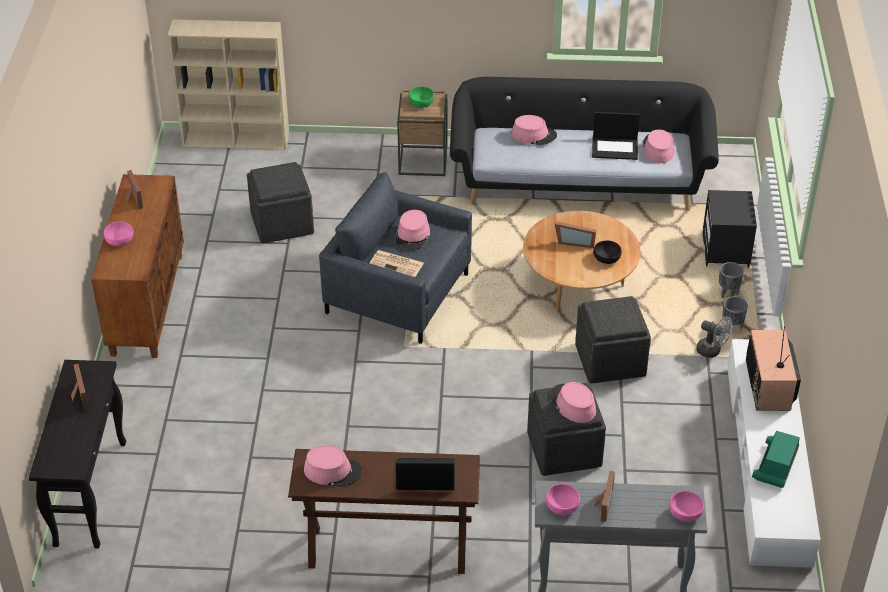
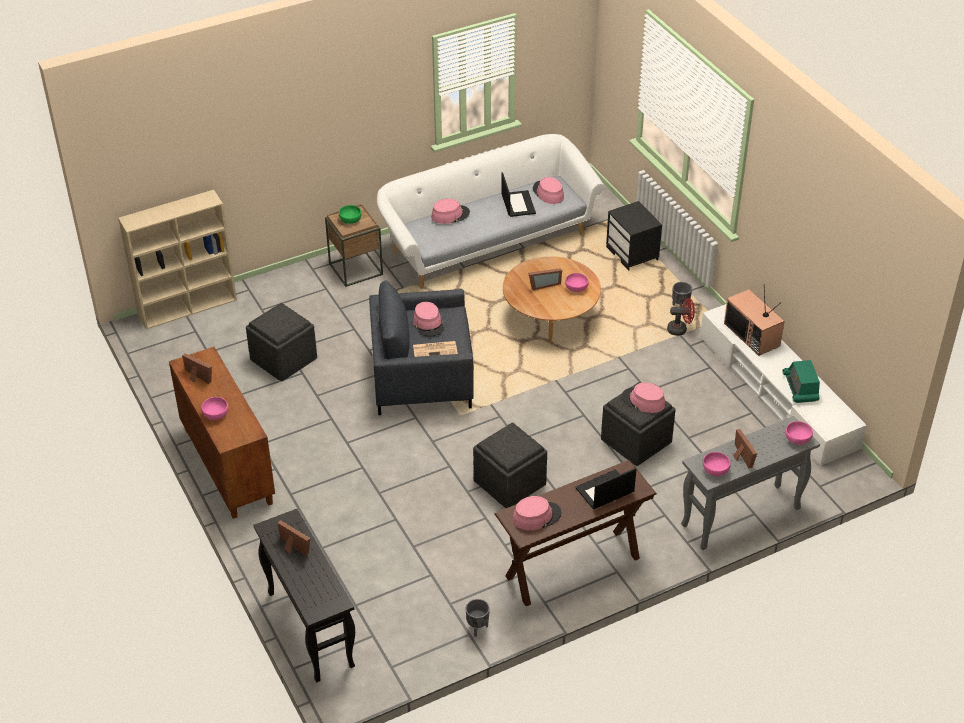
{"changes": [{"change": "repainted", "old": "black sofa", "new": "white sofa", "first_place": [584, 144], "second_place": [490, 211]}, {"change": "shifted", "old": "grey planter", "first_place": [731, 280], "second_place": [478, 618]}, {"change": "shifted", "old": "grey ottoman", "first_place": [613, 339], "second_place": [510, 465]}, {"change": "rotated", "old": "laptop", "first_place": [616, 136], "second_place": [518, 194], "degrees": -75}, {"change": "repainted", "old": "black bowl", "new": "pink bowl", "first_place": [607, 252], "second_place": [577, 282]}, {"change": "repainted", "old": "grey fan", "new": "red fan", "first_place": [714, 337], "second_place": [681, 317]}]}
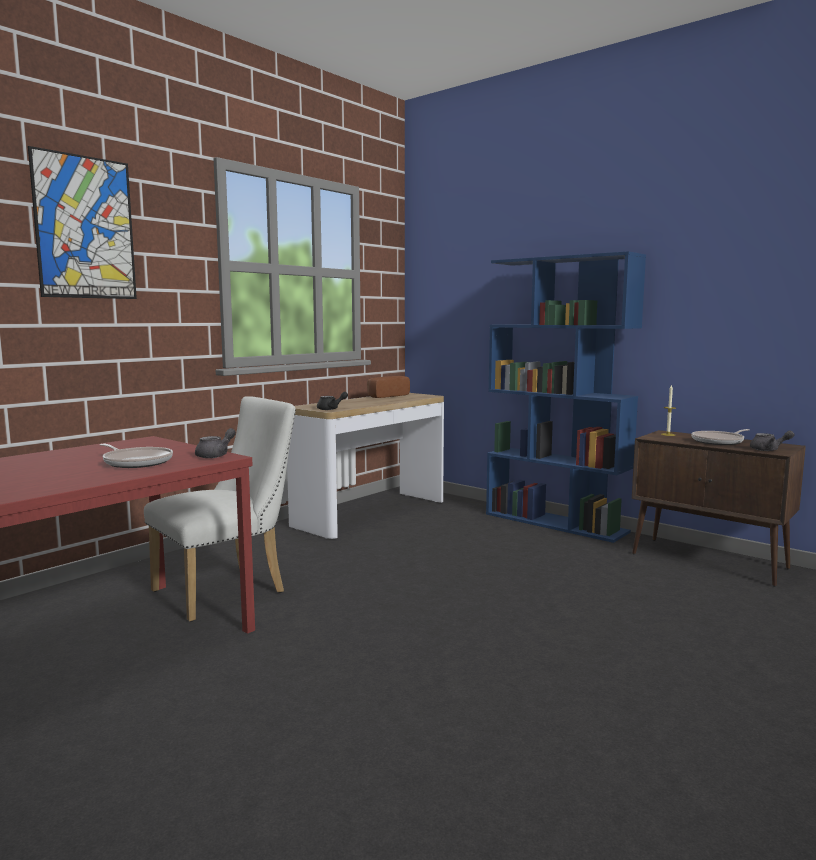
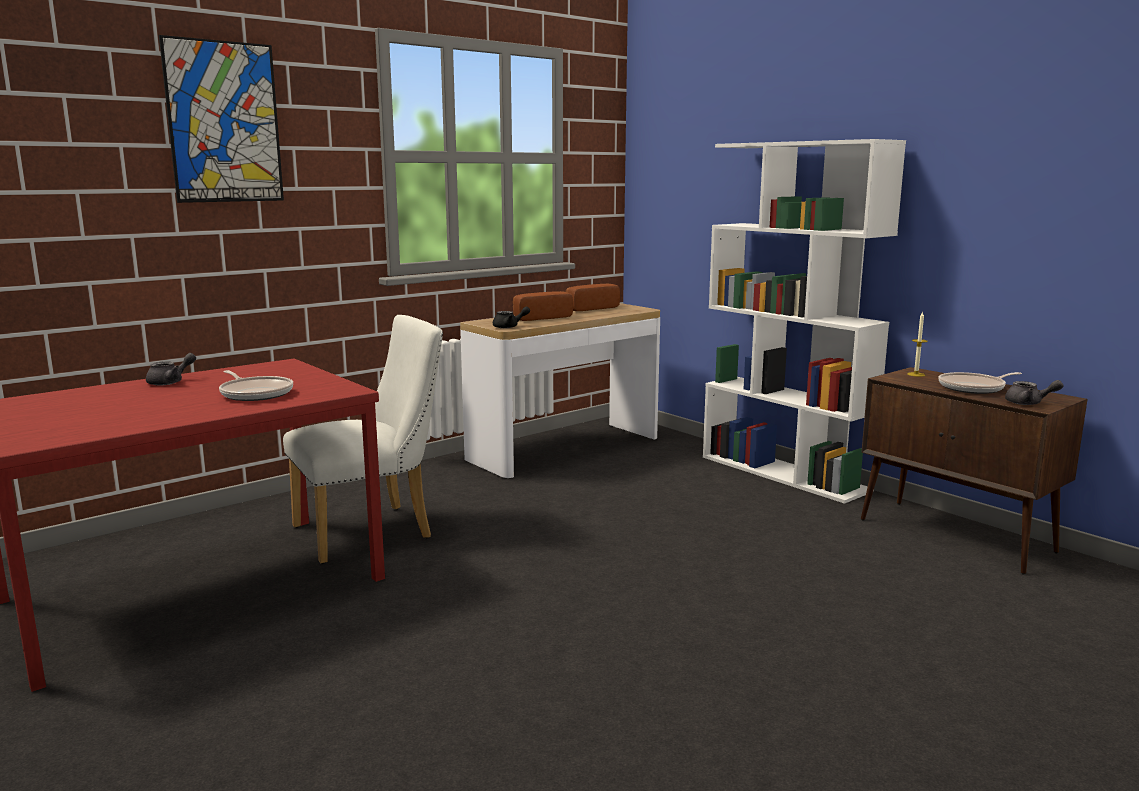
{"changes": [{"change": "shifted", "old": "grey teapot", "first_place": [215, 443], "second_place": [171, 369]}, {"change": "new", "new": "bread", "second_place": [543, 306]}, {"change": "repainted", "old": "blue bookcase", "new": "white bookcase", "first_place": [566, 397], "second_place": [804, 321]}]}
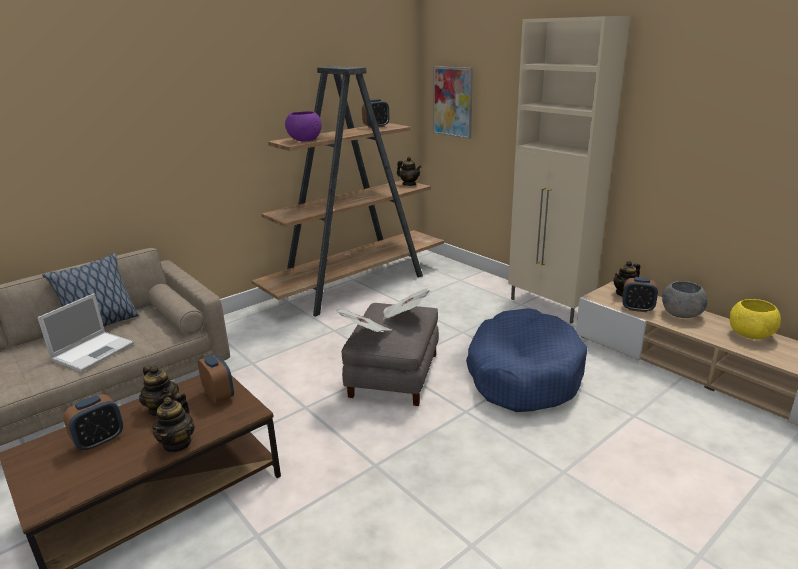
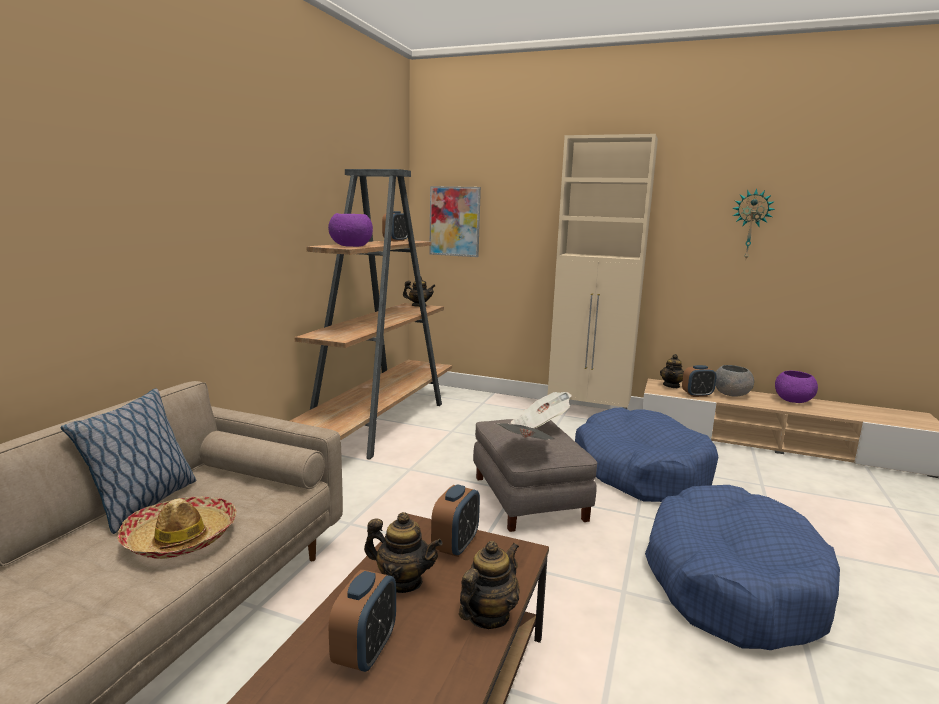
{"changes": [{"change": "swapped", "old": "laptop", "new": "hat", "first_place": [86, 332], "second_place": [177, 527]}, {"change": "rotated", "old": "alarm clock", "first_place": [216, 379], "second_place": [455, 520], "degrees": 90}, {"change": "rotated", "old": "teapot", "first_place": [173, 422], "second_place": [489, 585], "degrees": -120}, {"change": "new", "new": "blue dog bed", "second_place": [742, 567]}, {"change": "new", "new": "wall clock", "second_place": [753, 223]}, {"change": "repainted", "old": "yellow bowl", "new": "purple bowl", "first_place": [755, 319], "second_place": [796, 387]}]}
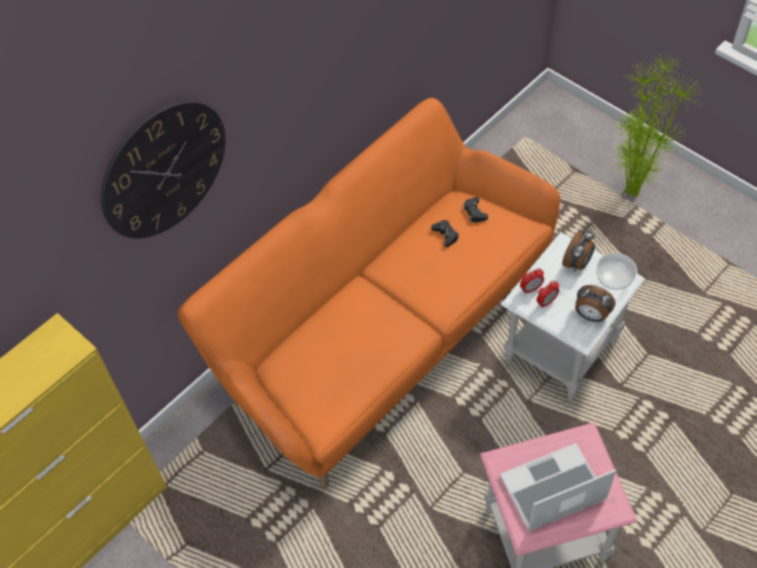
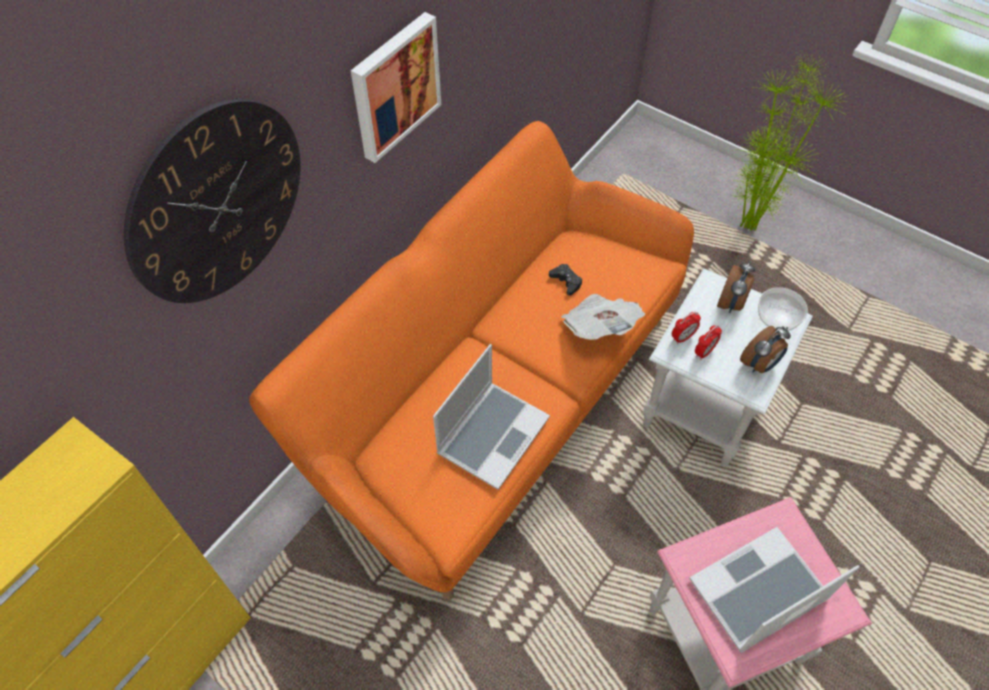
{"changes": [{"change": "new", "new": "picture", "second_place": [396, 87]}, {"change": "new", "new": "laptop", "second_place": [491, 417]}, {"change": "new", "new": "newspaper", "second_place": [603, 317]}, {"change": "rotated", "old": "alarm clock", "first_place": [595, 303], "second_place": [765, 349], "degrees": -60}, {"change": "gone", "old": "black game controller", "first_place": [475, 210]}]}
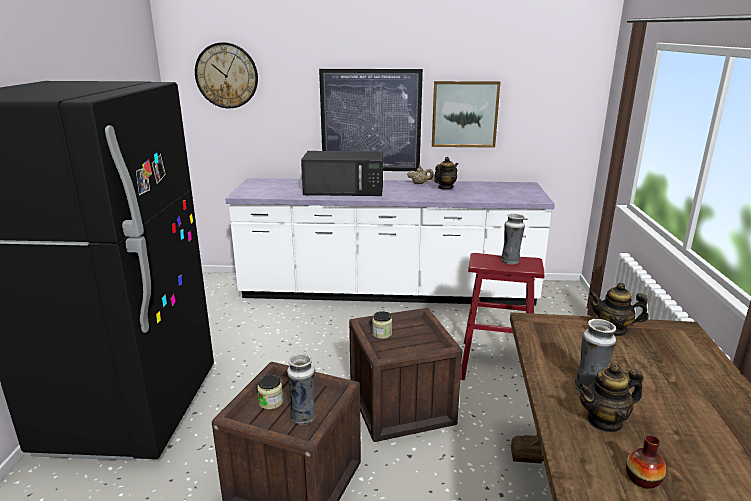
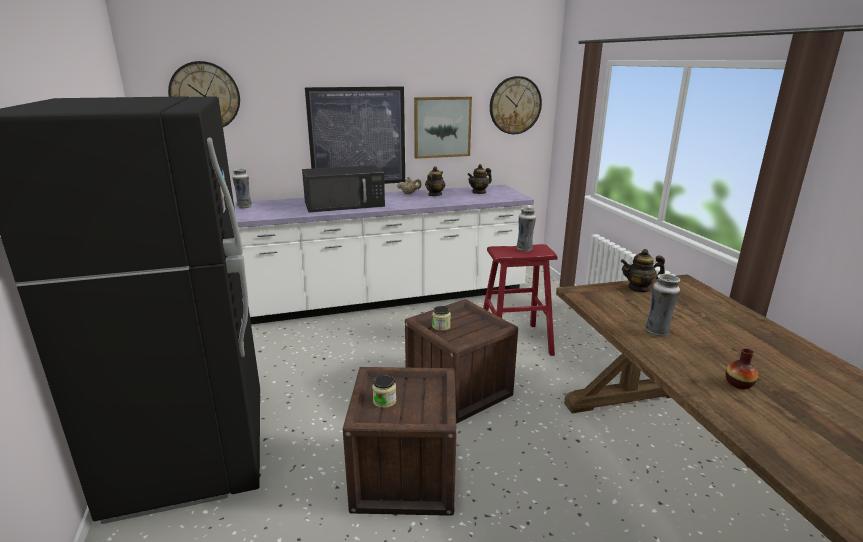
{"changes": [{"change": "shifted", "old": "vase", "first_place": [301, 389], "second_place": [242, 188]}, {"change": "shifted", "old": "teapot", "first_place": [611, 398], "second_place": [479, 179]}, {"change": "new", "new": "wall clock", "second_place": [516, 105]}]}
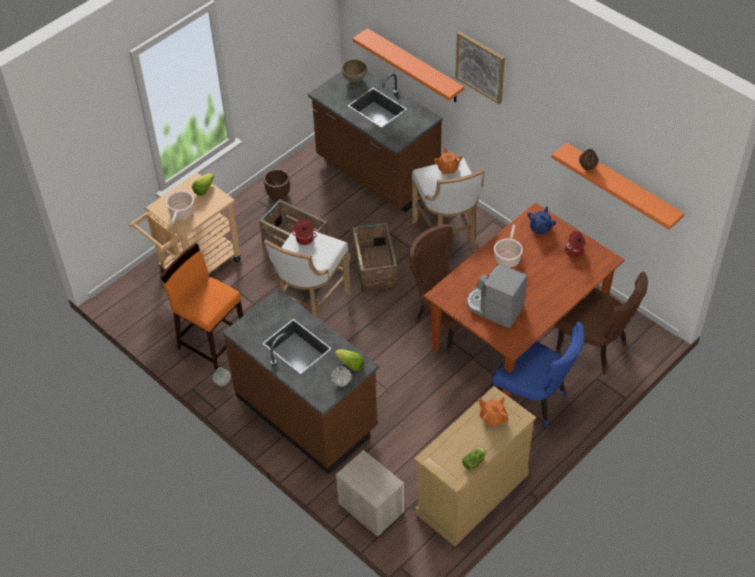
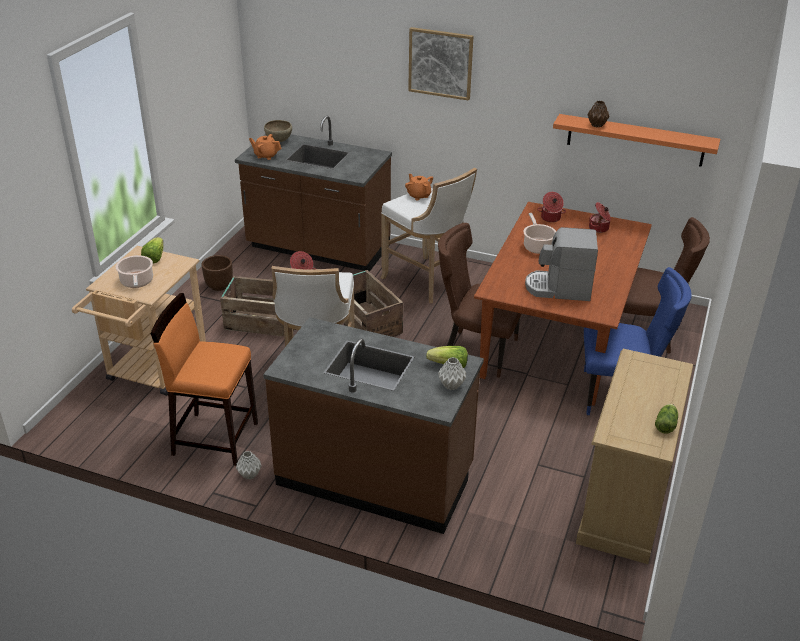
{"changes": [{"change": "shifted", "old": "orange teapot", "first_place": [493, 412], "second_place": [265, 147]}, {"change": "swapped", "old": "blue teapot", "new": "cooking pot", "first_place": [541, 220], "second_place": [552, 207]}, {"change": "gone", "old": "nightstand", "first_place": [370, 493]}, {"change": "gone", "old": "orange shelf", "first_place": [408, 65]}]}
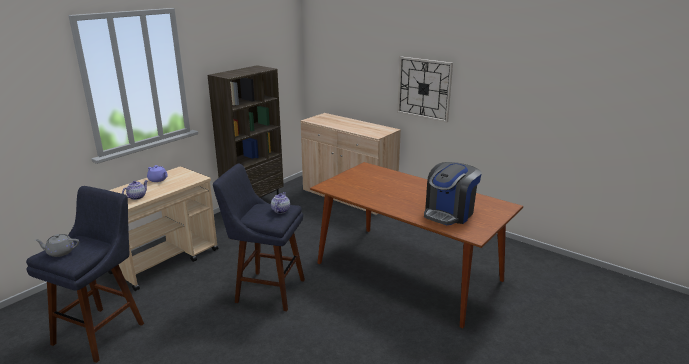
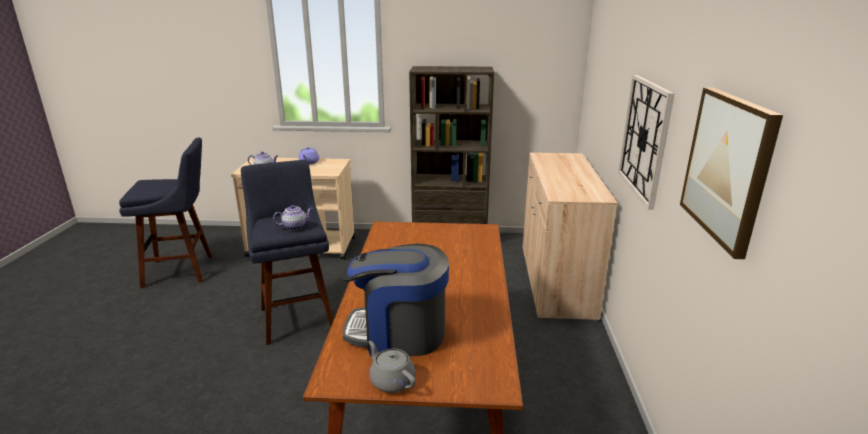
{"changes": [{"change": "shifted", "old": "grey teapot", "first_place": [57, 245], "second_place": [392, 367]}, {"change": "new", "new": "picture", "second_place": [731, 173]}]}
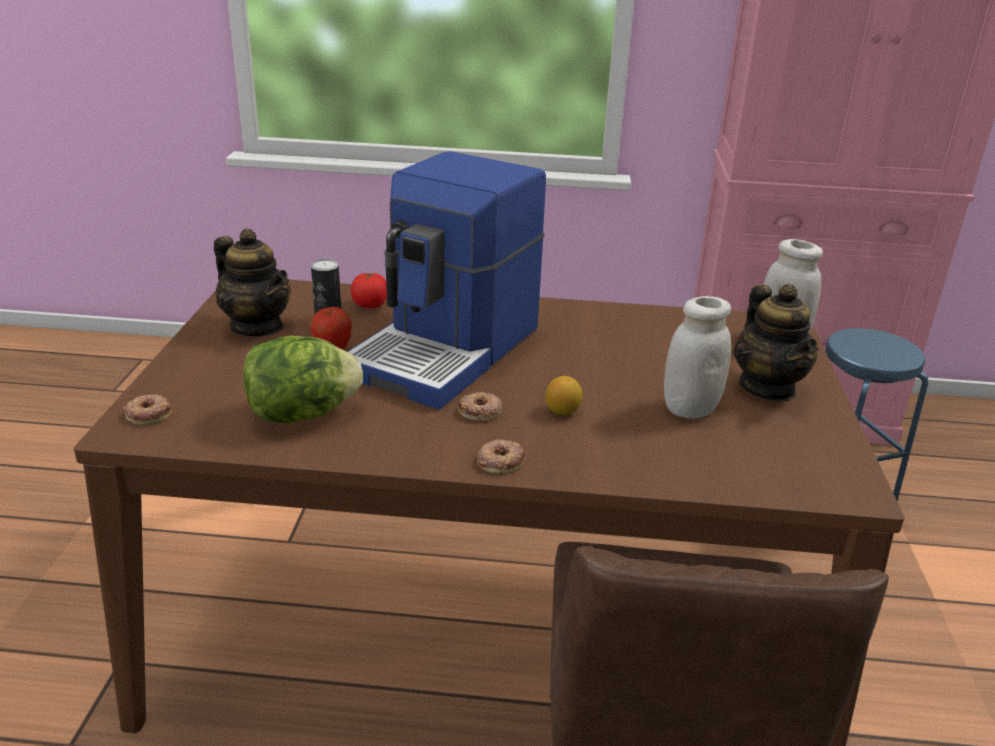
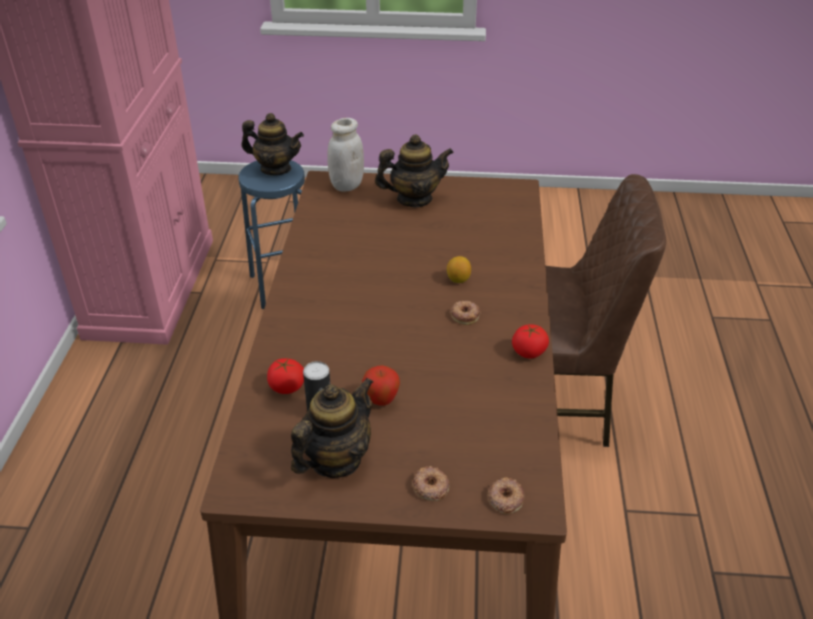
{"changes": [{"change": "new", "new": "teapot", "second_place": [272, 144]}, {"change": "shifted", "old": "donut", "first_place": [501, 456], "second_place": [430, 483]}, {"change": "new", "new": "tomato", "second_place": [530, 341]}, {"change": "gone", "old": "lettuce", "first_place": [303, 379]}, {"change": "gone", "old": "coffee machine", "first_place": [446, 280]}, {"change": "gone", "old": "white jar", "first_place": [697, 357]}]}
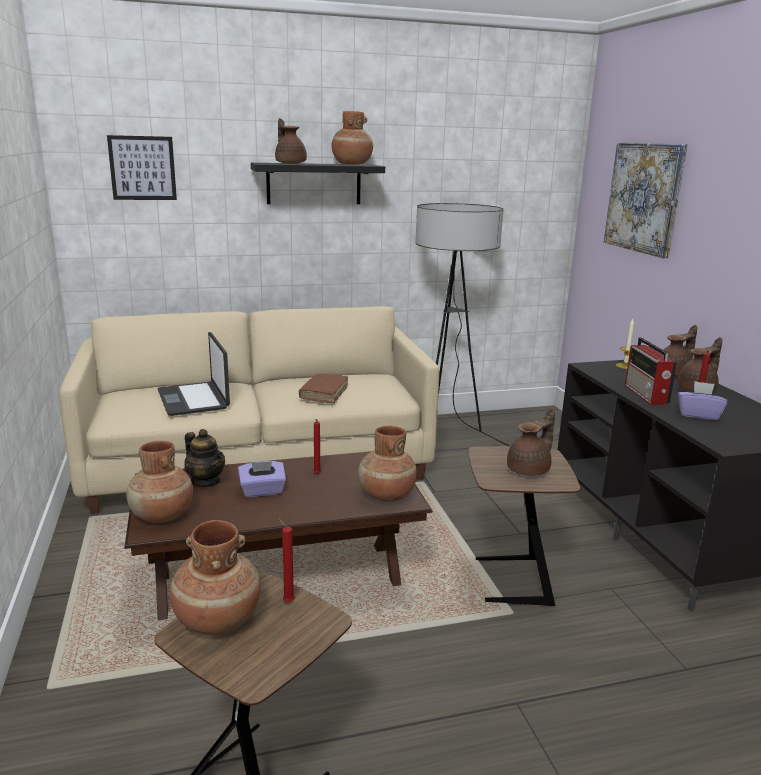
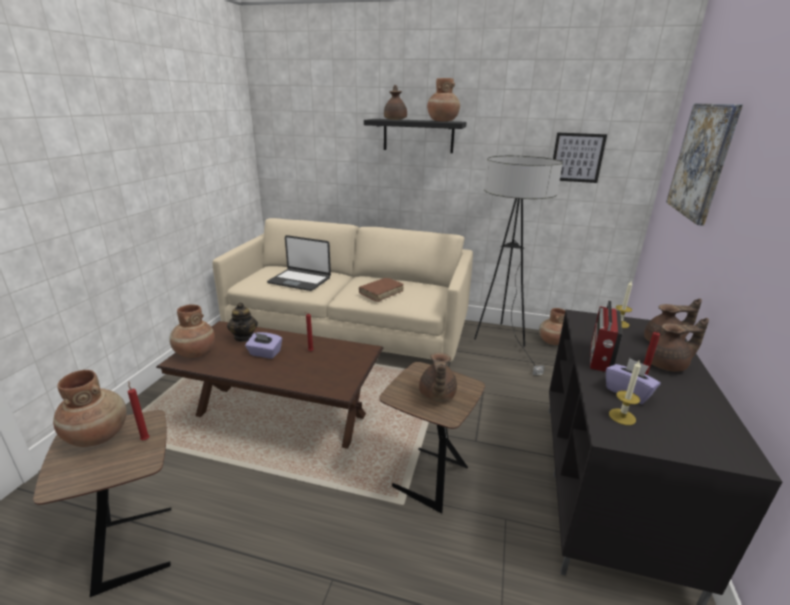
{"changes": [{"change": "rotated", "old": "laptop", "first_place": [194, 374], "second_place": [299, 263], "degrees": -75}, {"change": "rotated", "old": "brown teapot", "first_place": [531, 442], "second_place": [438, 377], "degrees": 105}, {"change": "shifted", "old": "brown vase", "first_place": [387, 464], "second_place": [552, 326]}, {"change": "shifted", "old": "picture", "first_place": [142, 167], "second_place": [580, 158]}, {"change": "new", "new": "candle", "second_place": [625, 393]}]}
